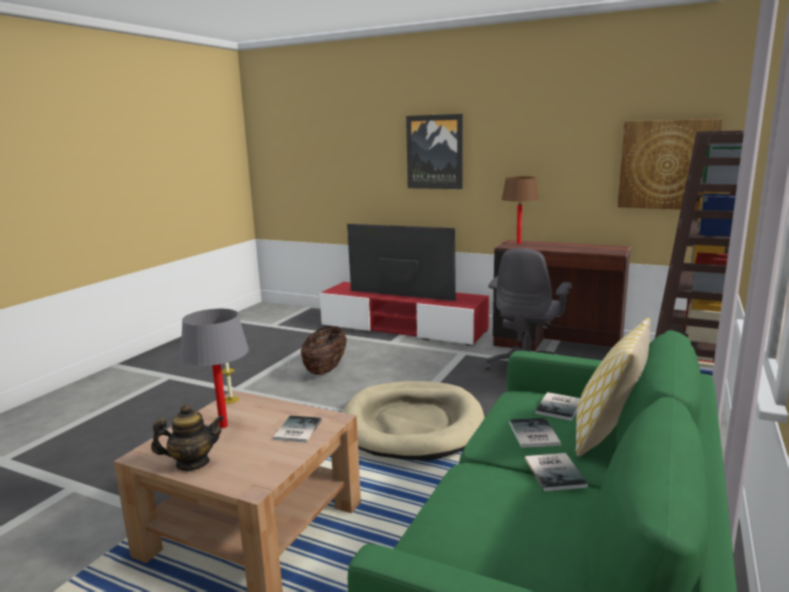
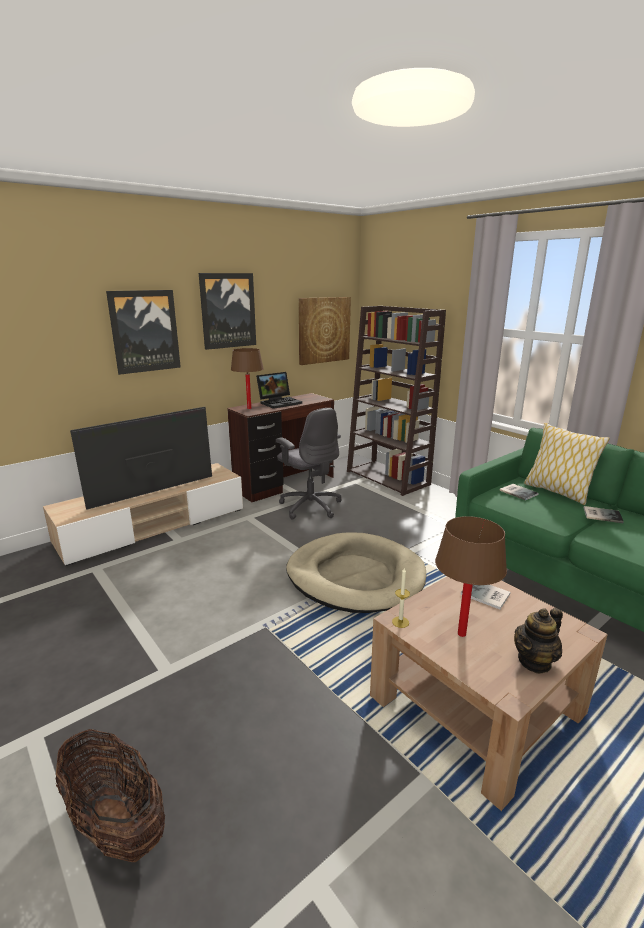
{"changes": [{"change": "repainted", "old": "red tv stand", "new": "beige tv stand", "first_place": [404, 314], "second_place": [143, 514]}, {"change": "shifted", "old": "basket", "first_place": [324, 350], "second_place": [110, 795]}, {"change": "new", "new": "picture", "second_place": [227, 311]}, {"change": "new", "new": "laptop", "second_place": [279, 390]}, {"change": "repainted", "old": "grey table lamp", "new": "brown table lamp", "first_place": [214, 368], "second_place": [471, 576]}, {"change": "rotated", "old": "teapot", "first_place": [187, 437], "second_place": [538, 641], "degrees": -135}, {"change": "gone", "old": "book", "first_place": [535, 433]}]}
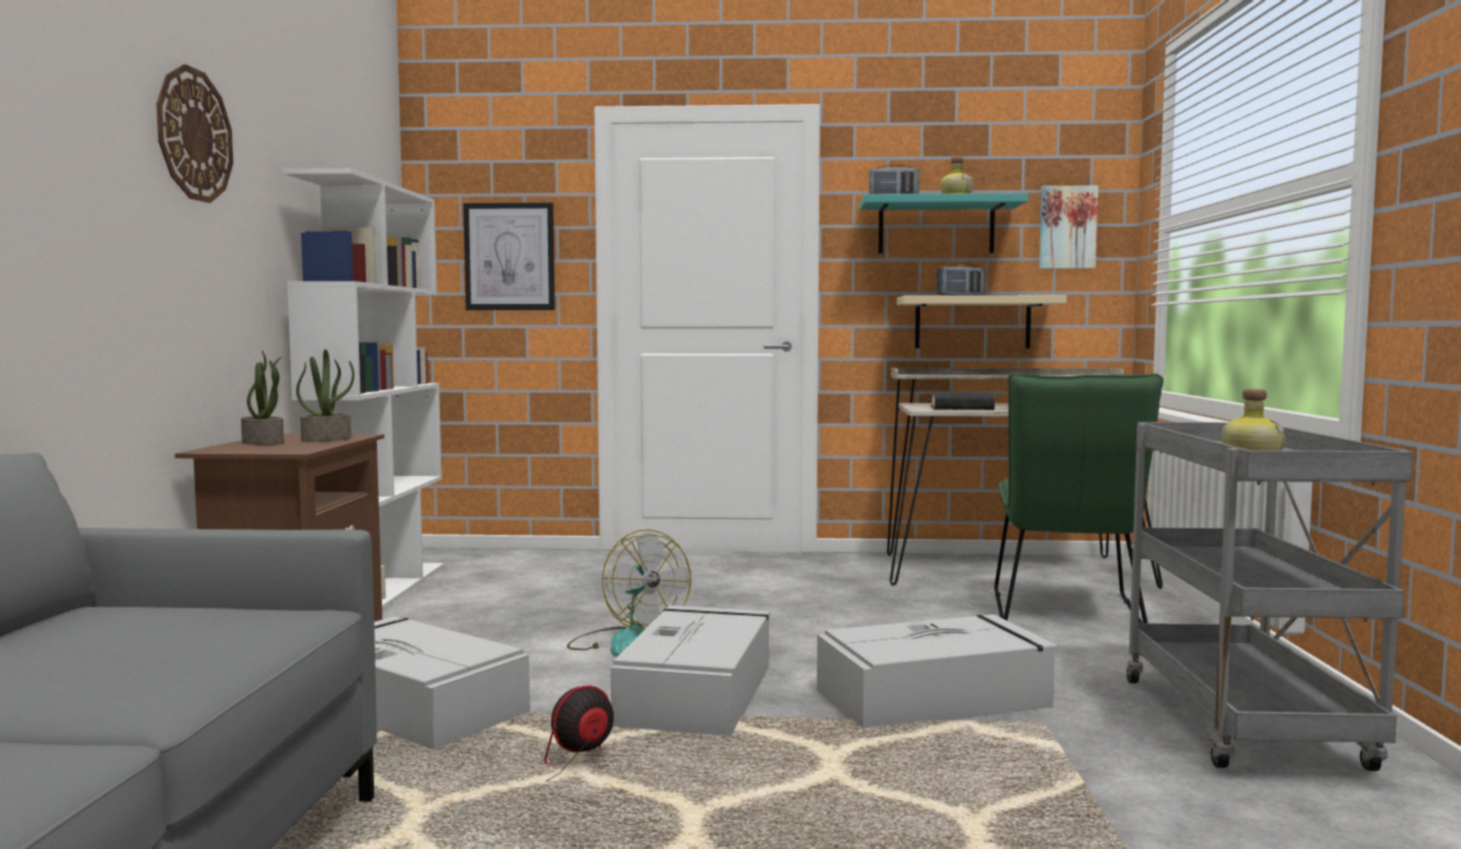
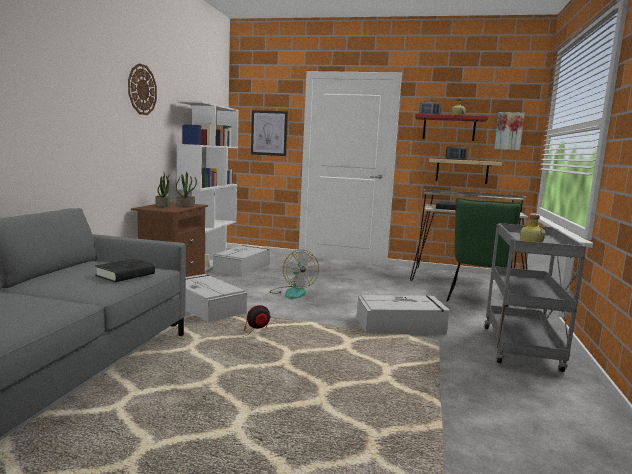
{"changes": [{"change": "new", "new": "black book", "second_place": [125, 270]}, {"change": "shifted", "old": "grey storage box", "first_place": [690, 670], "second_place": [242, 261]}, {"change": "repainted", "old": "turquoise shelf", "new": "red shelf", "first_place": [944, 223], "second_place": [451, 127]}]}
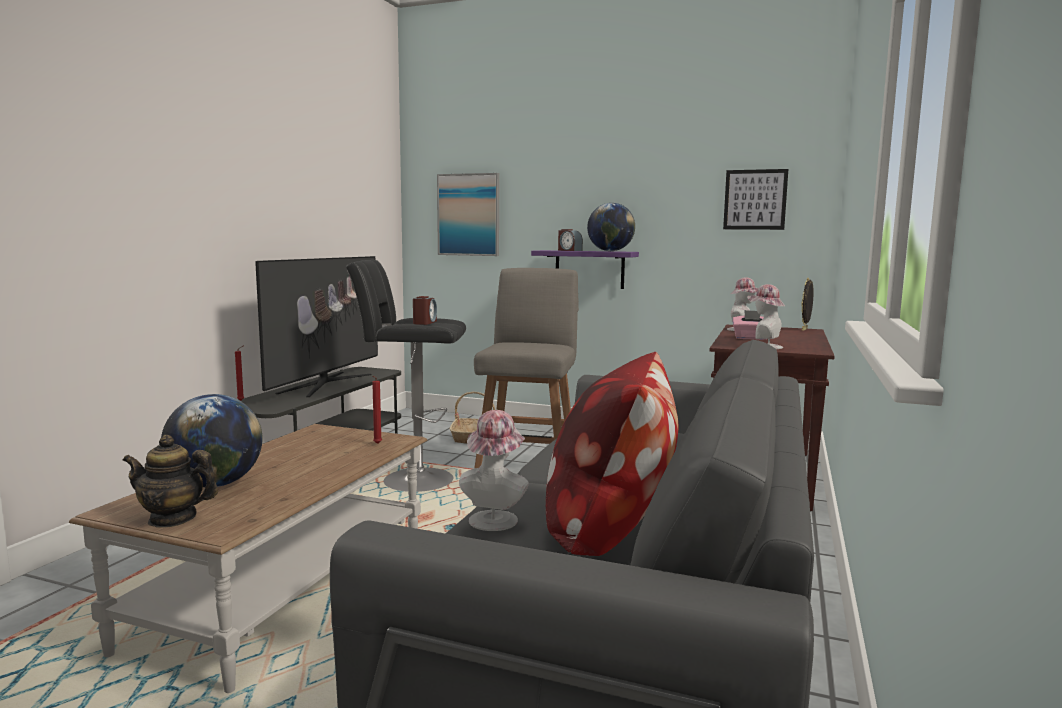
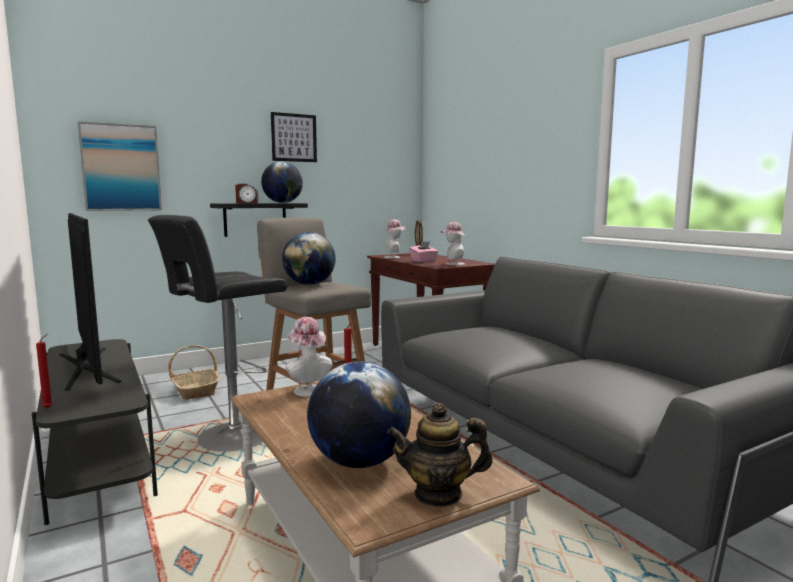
{"changes": [{"change": "repainted", "old": "purple shelf", "new": "black shelf", "first_place": [585, 269], "second_place": [259, 220]}, {"change": "shifted", "old": "picture", "first_place": [755, 199], "second_place": [294, 137]}, {"change": "new", "new": "globe", "second_place": [309, 258]}, {"change": "shifted", "old": "hat", "first_place": [494, 470], "second_place": [309, 357]}, {"change": "rotated", "old": "teapot", "first_place": [170, 481], "second_place": [440, 455], "degrees": 45}, {"change": "gone", "old": "alarm clock", "first_place": [425, 310]}, {"change": "gone", "old": "pillow", "first_place": [612, 454]}]}
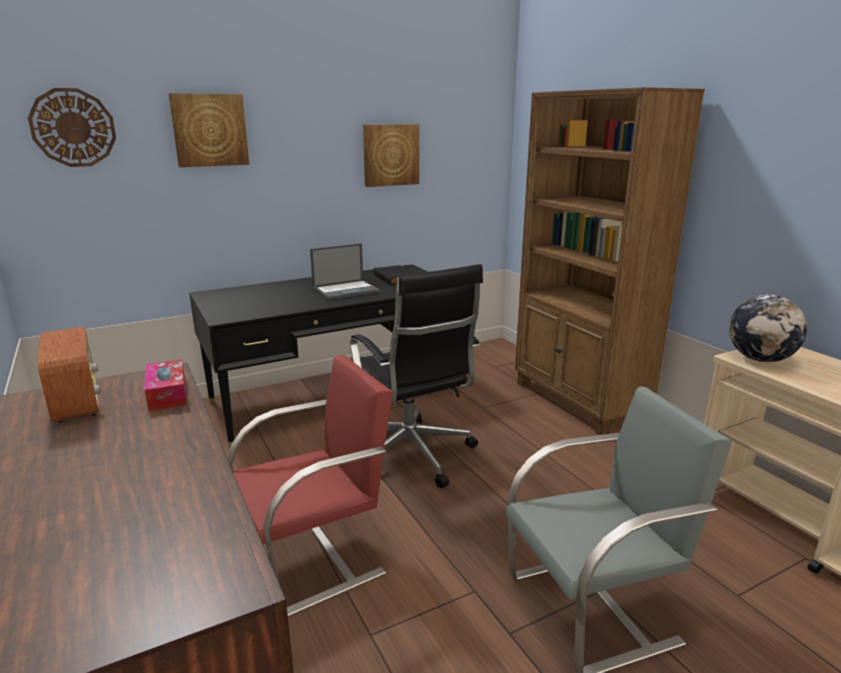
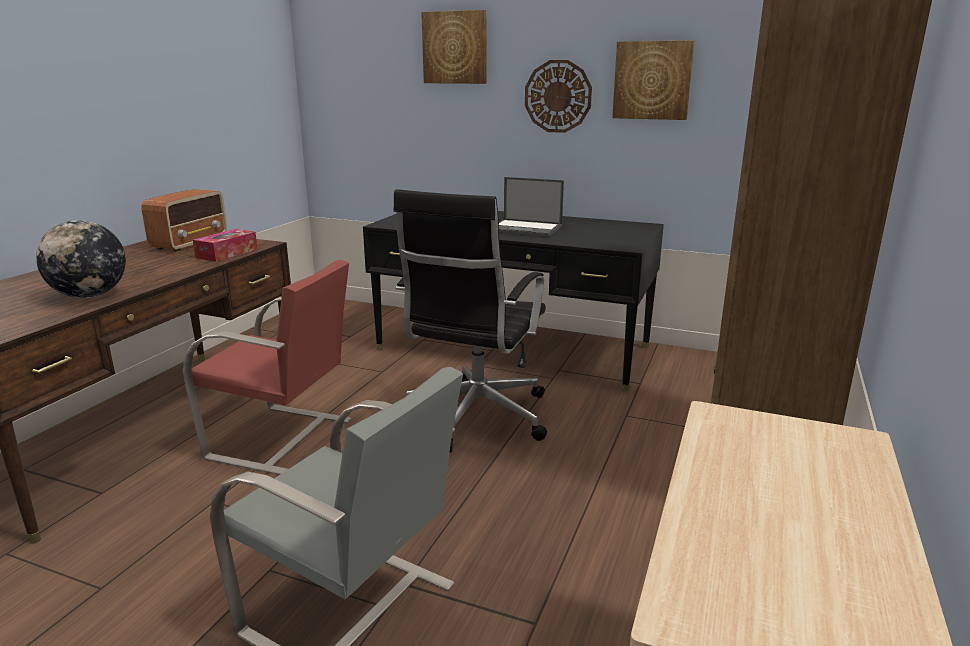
{"changes": [{"change": "shifted", "old": "globe", "first_place": [768, 328], "second_place": [81, 259]}, {"change": "shifted", "old": "wall clock", "first_place": [72, 127], "second_place": [558, 96]}, {"change": "gone", "old": "black book", "first_place": [393, 275]}]}
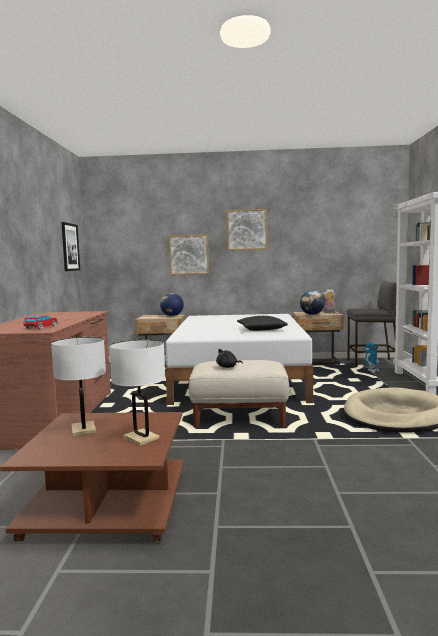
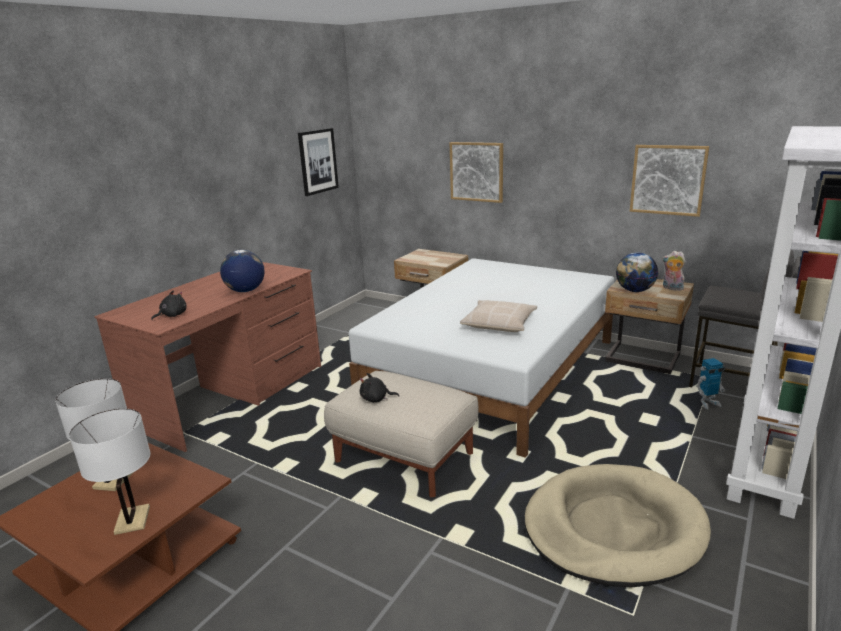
{"changes": [{"change": "swapped", "old": "toy car", "new": "black plush toy", "first_place": [40, 322], "second_place": [169, 305]}, {"change": "shifted", "old": "globe", "first_place": [172, 304], "second_place": [242, 271]}, {"change": "repainted", "old": "black pillow", "new": "beige pillow", "first_place": [262, 323], "second_place": [498, 316]}, {"change": "shifted", "old": "picture", "first_place": [247, 229], "second_place": [669, 181]}]}
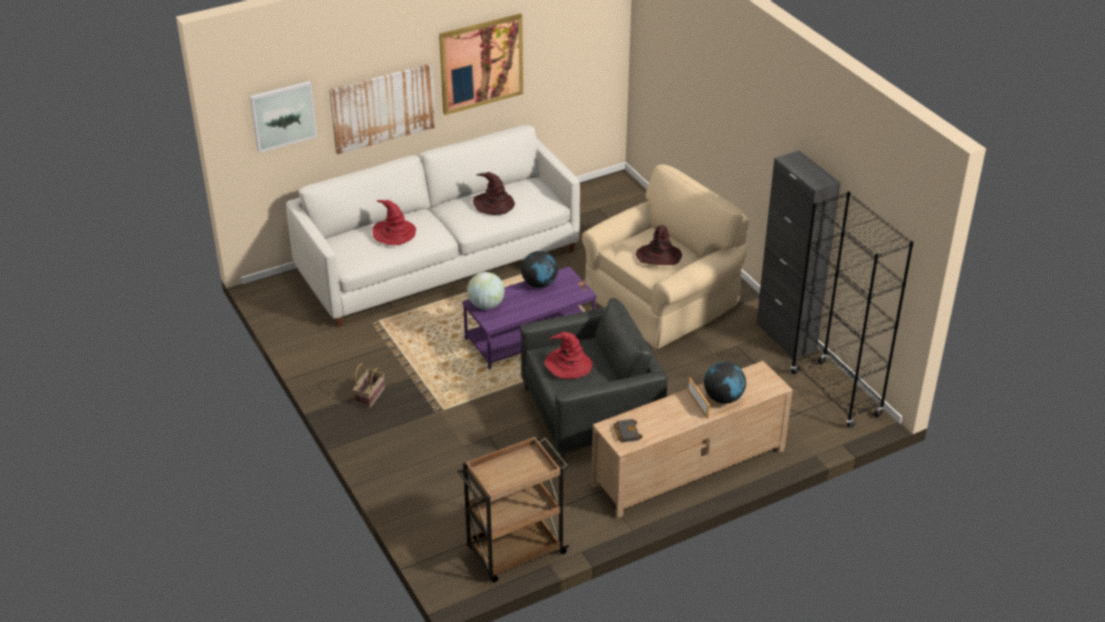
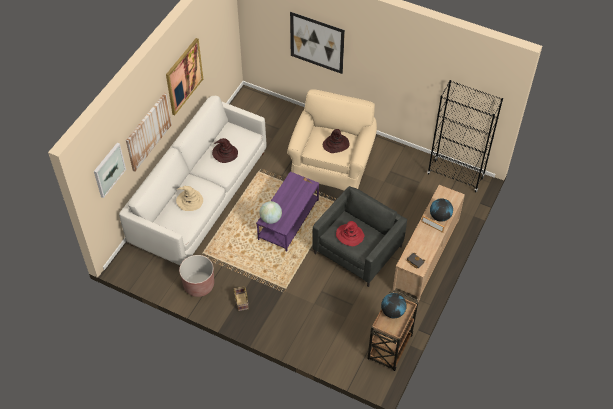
{"changes": [{"change": "repainted", "old": "red hat", "new": "beige hat", "first_place": [394, 222], "second_place": [189, 198]}, {"change": "new", "new": "brown planter", "second_place": [196, 276]}, {"change": "new", "new": "picture", "second_place": [317, 43]}, {"change": "shifted", "old": "globe", "first_place": [539, 269], "second_place": [394, 305]}, {"change": "gone", "old": "black cabinet", "first_place": [799, 254]}]}
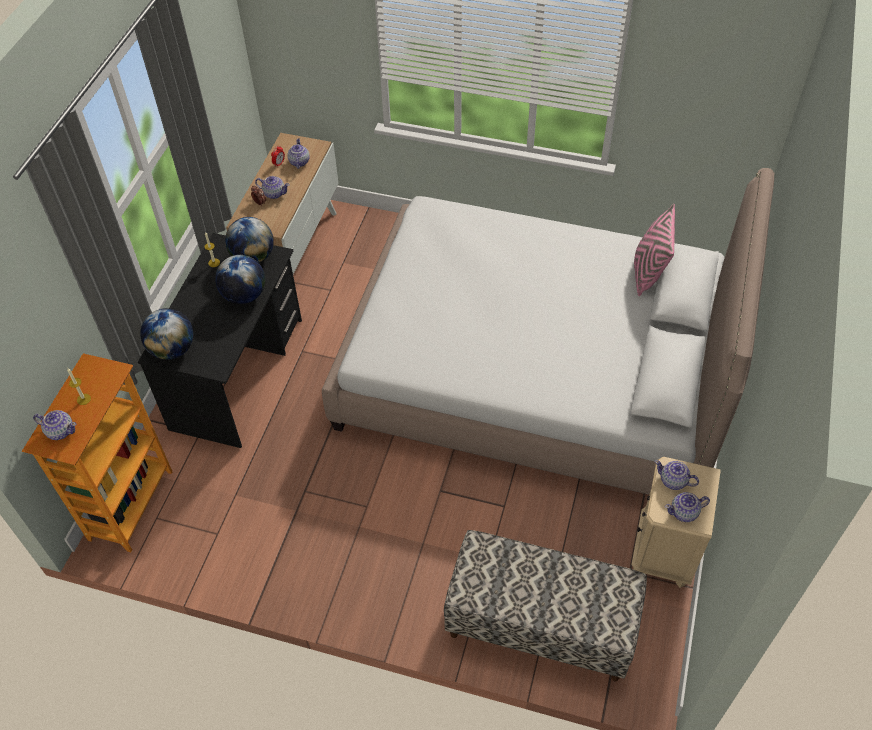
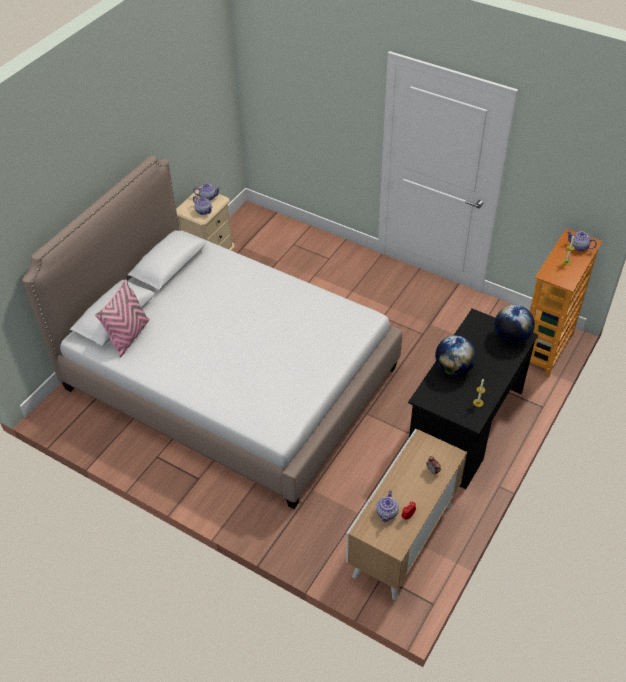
{"changes": [{"change": "gone", "old": "globe", "first_place": [249, 240]}, {"change": "gone", "old": "teapot", "first_place": [272, 187]}, {"change": "gone", "old": "bench", "first_place": [545, 605]}]}
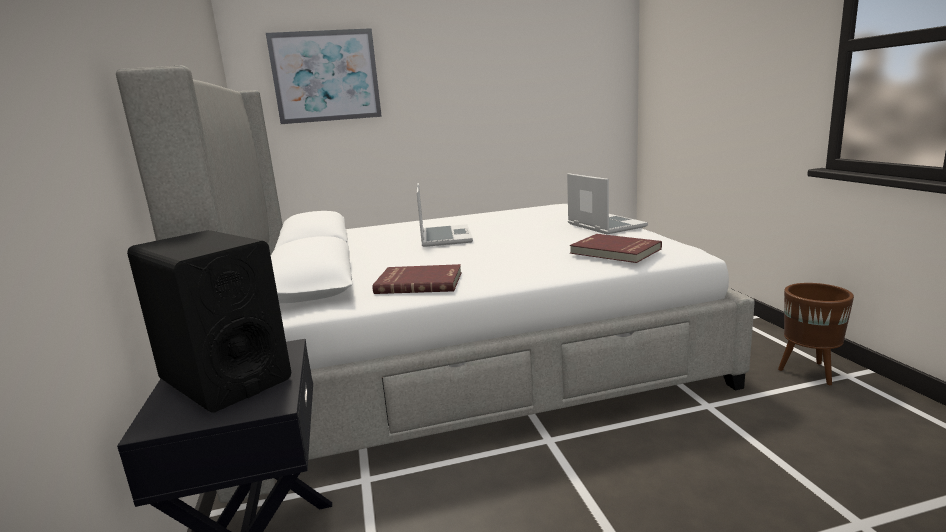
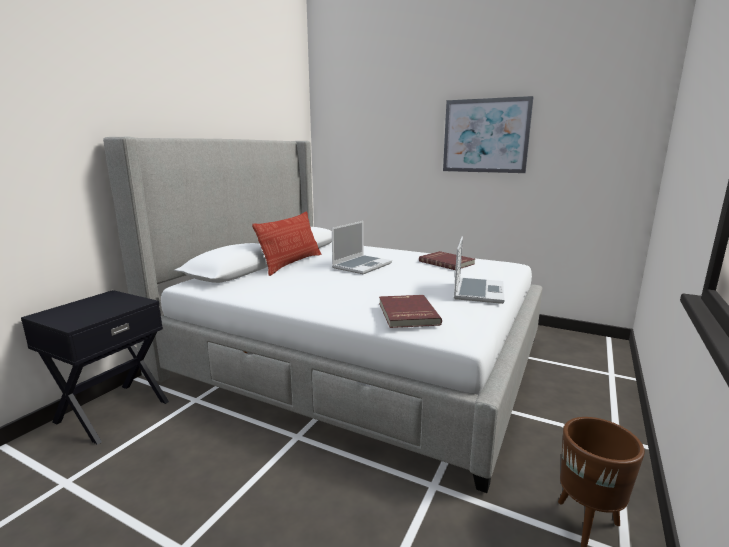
{"changes": [{"change": "new", "new": "pillow", "second_place": [286, 243]}, {"change": "shifted", "old": "red book", "first_place": [417, 279], "second_place": [447, 260]}, {"change": "shifted", "old": "picture", "first_place": [324, 76], "second_place": [488, 134]}, {"change": "gone", "old": "black speaker", "first_place": [209, 321]}]}
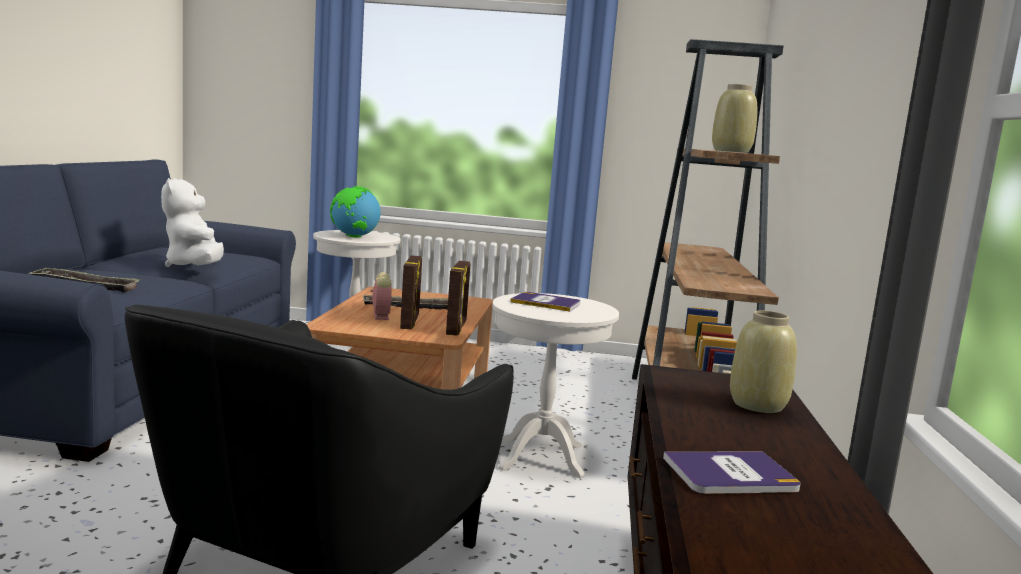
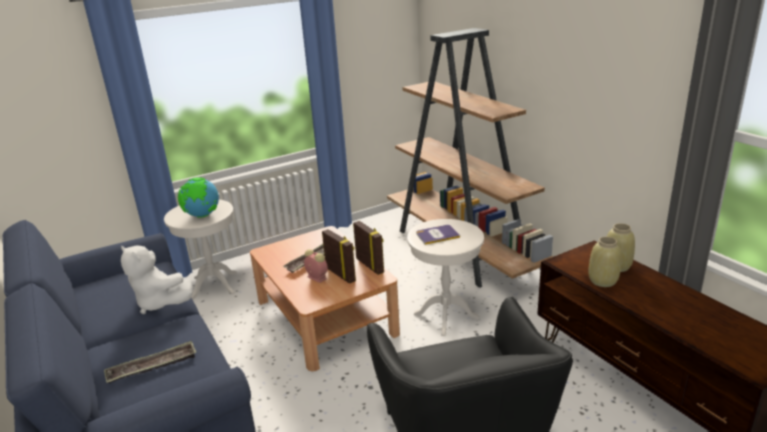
{"changes": [{"change": "shifted", "old": "beige vase", "first_place": [734, 118], "second_place": [604, 262]}, {"change": "gone", "old": "book", "first_place": [732, 472]}]}
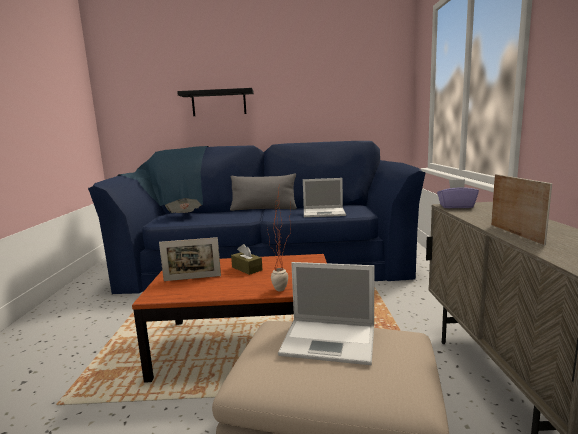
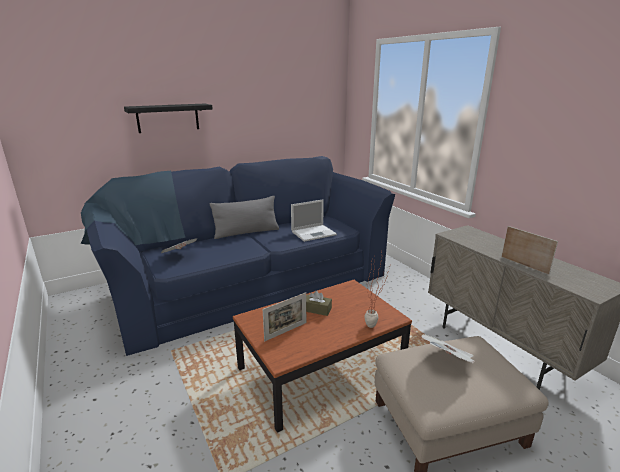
{"changes": [{"change": "swapped", "old": "laptop", "new": "newspaper", "first_place": [326, 313], "second_place": [448, 349]}, {"change": "gone", "old": "purple tissue box", "first_place": [458, 193]}]}
